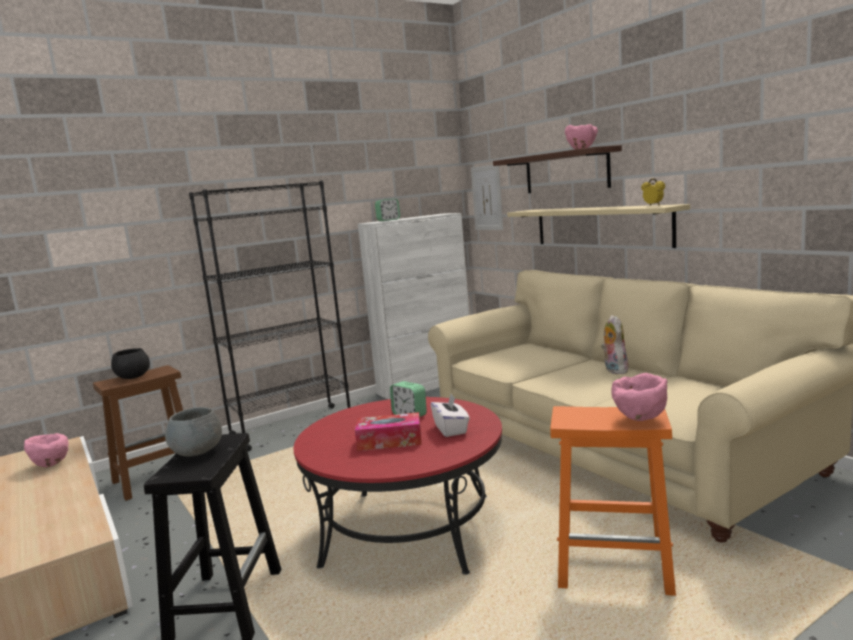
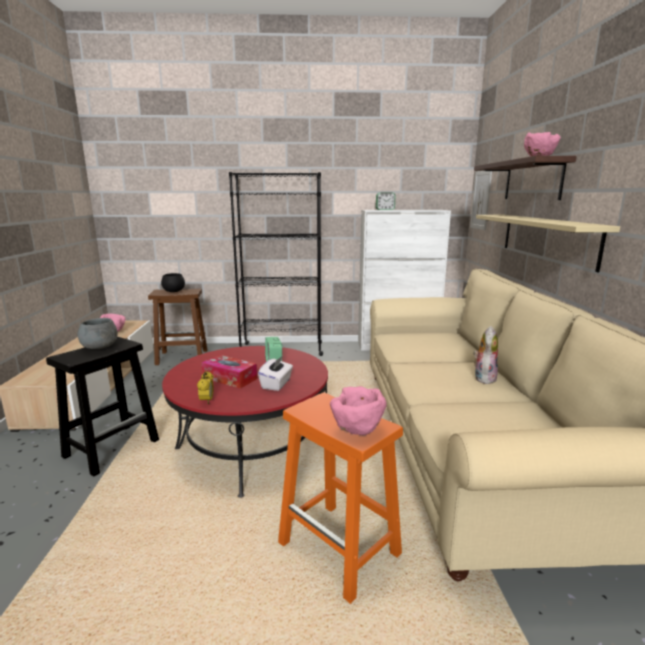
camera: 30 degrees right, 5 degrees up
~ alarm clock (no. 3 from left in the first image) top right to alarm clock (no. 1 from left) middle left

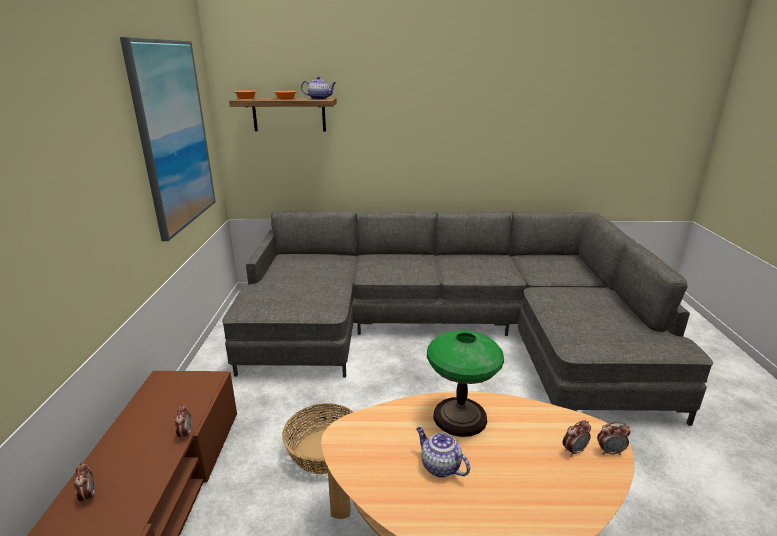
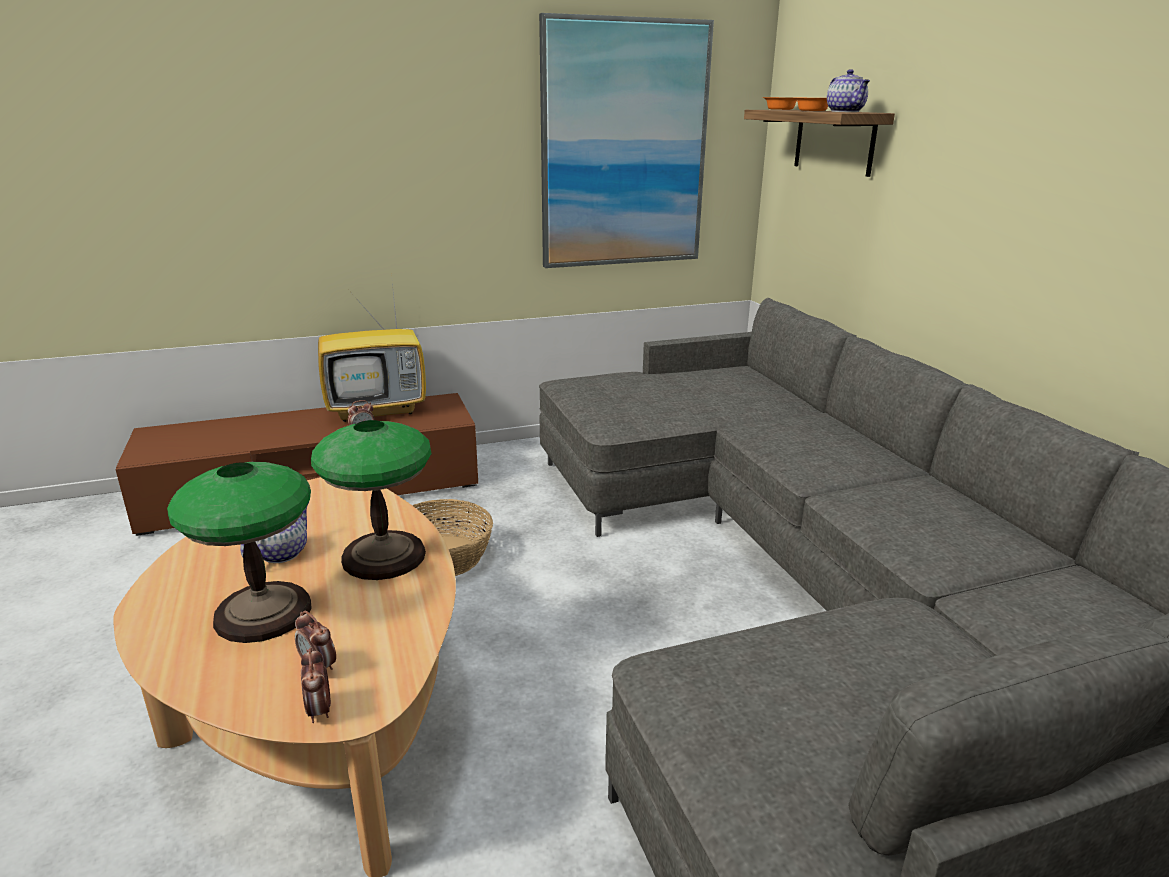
camera: 70 degrees right, 0 degrees up
+ table lamp (no. 1 from left) middle left
+ television middle left
- alarm clock (no. 1 from left) bottom left

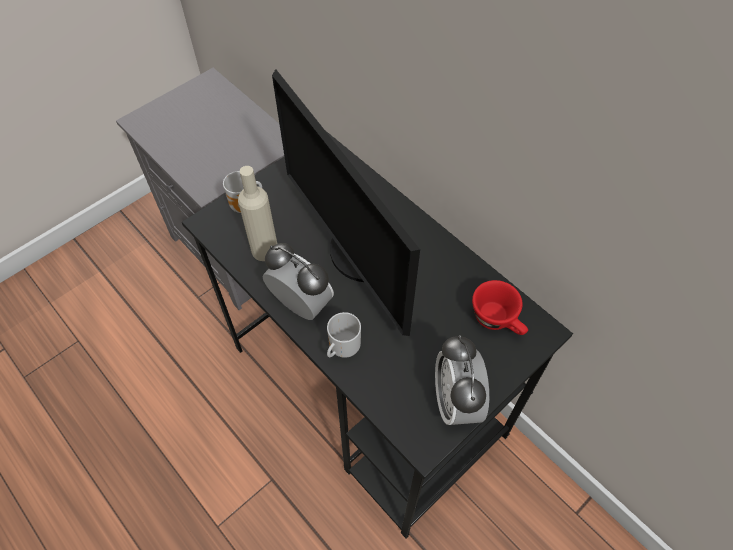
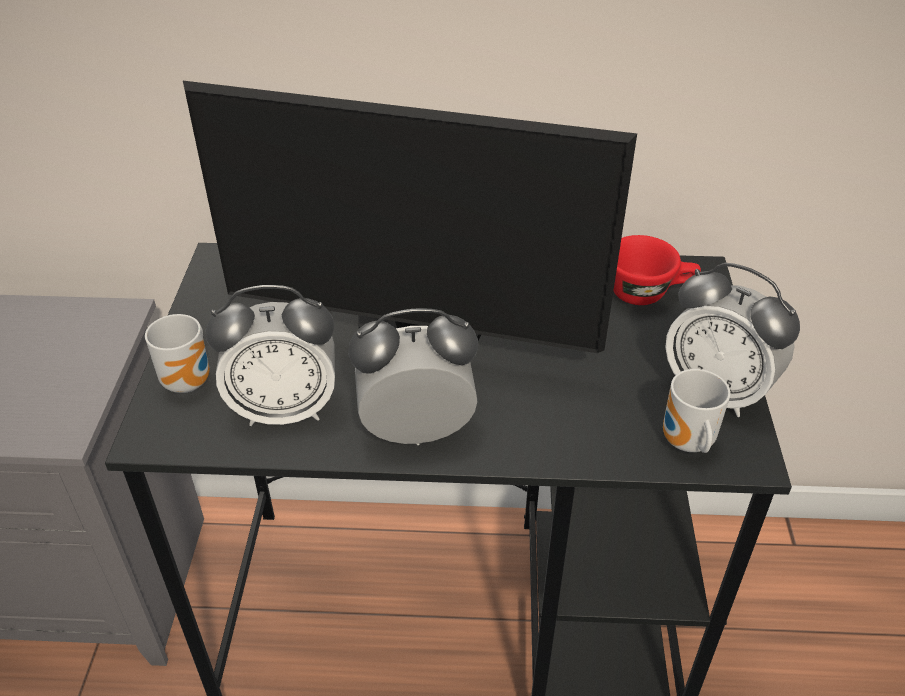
camera: 45 degrees left, 15 degrees down
~ beige bottle centre to alarm clock (no. 1 from left) middle left
~ mug (no. 2 from left) centre to middle right

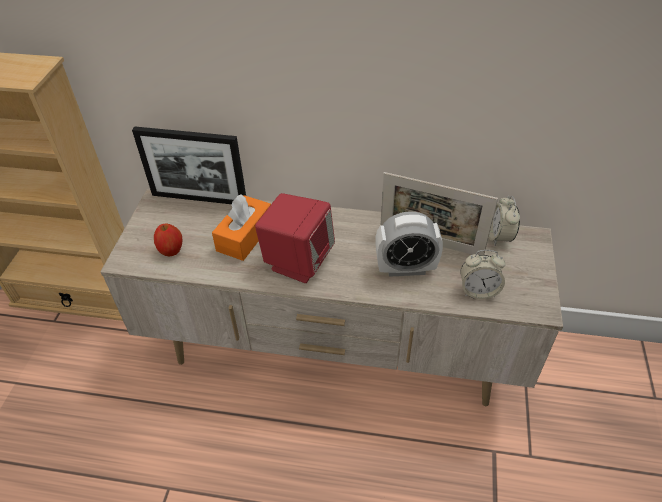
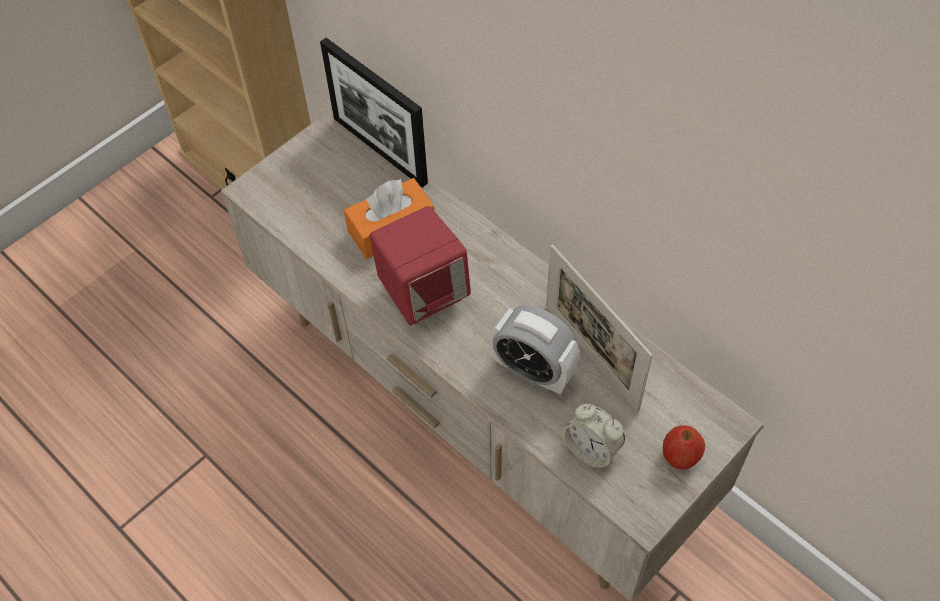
camera: 35 degrees right, 10 degrees up
~ apple middle left to bottom right
- alarm clock (no. 3 from left) middle right

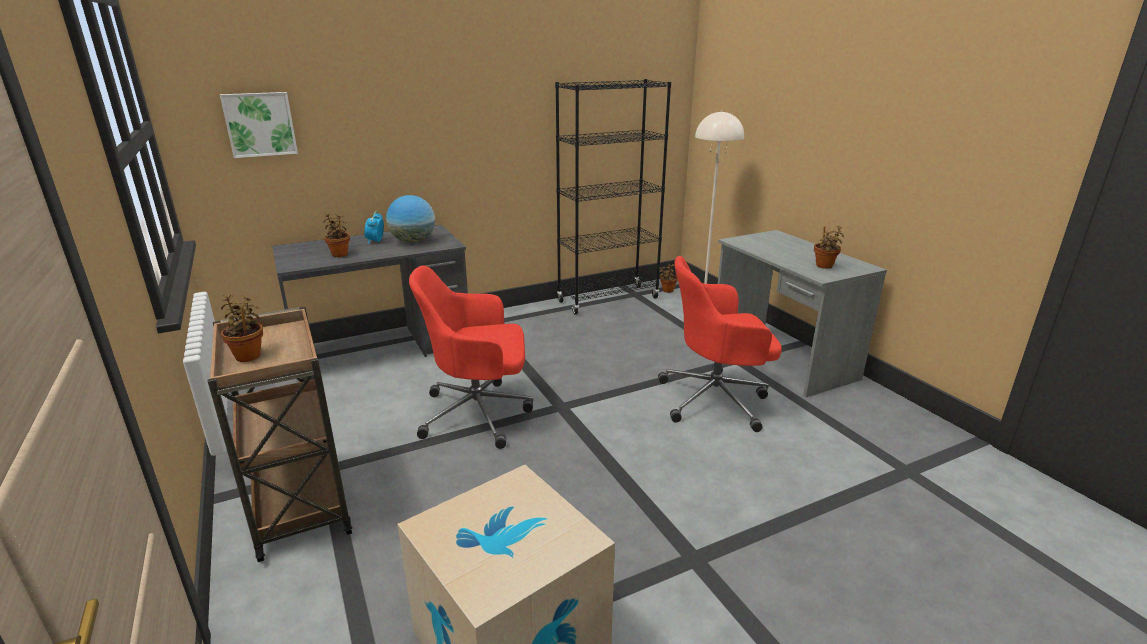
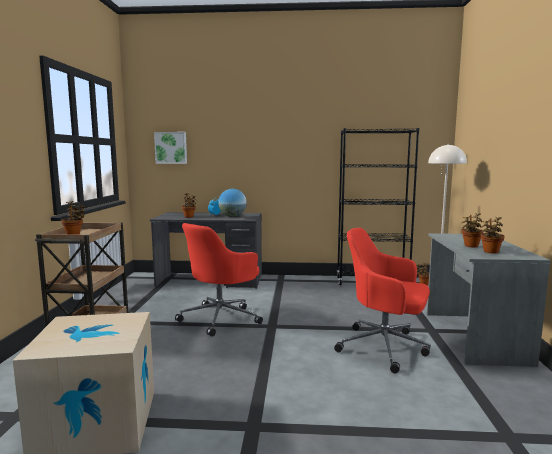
camera: 30 degrees right, 15 degrees down
~ red office chair (no. 1 from left) centre = centre 75 degrees counterclockwise
+ potted plant (no. 4 from left) middle right

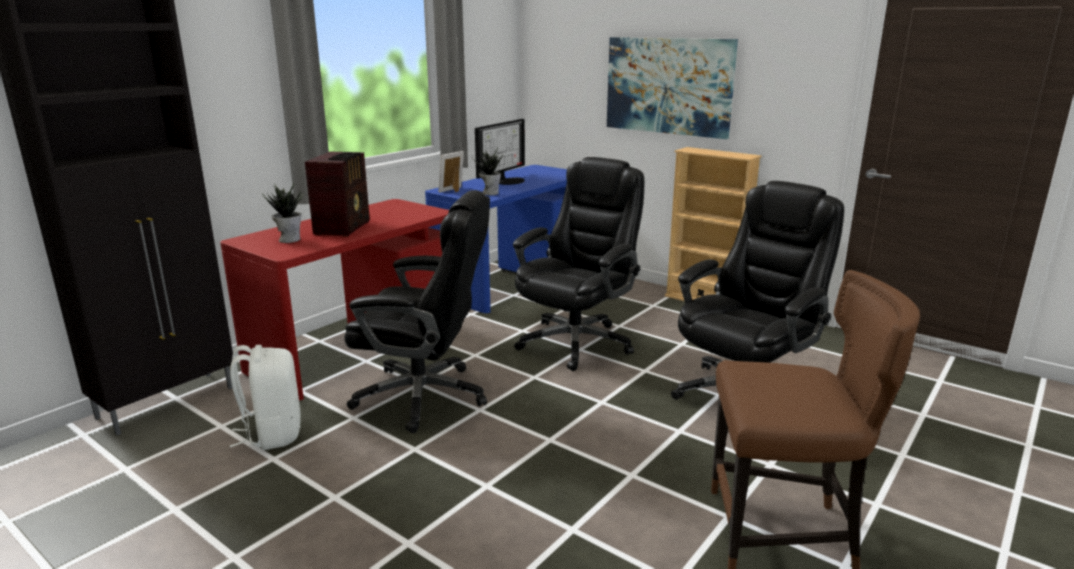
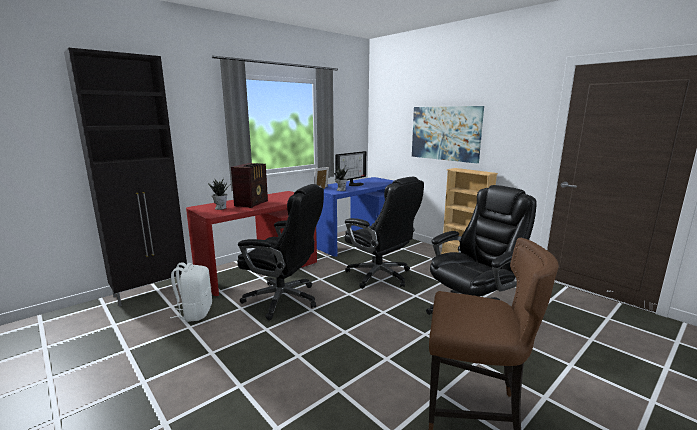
camera: 10 degrees right, 5 degrees down
~ black office chair (no. 2 from left) centre = centre 90 degrees clockwise

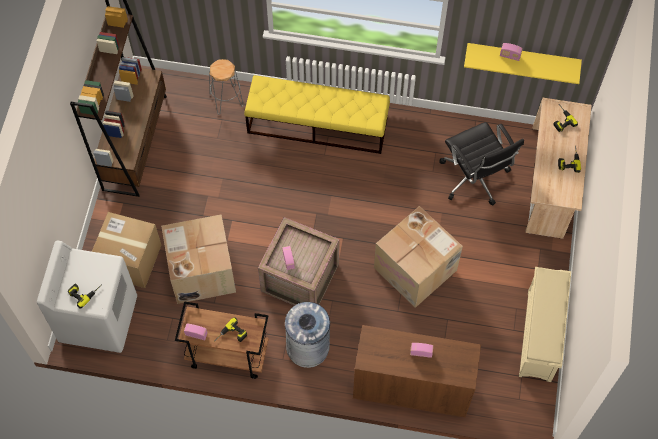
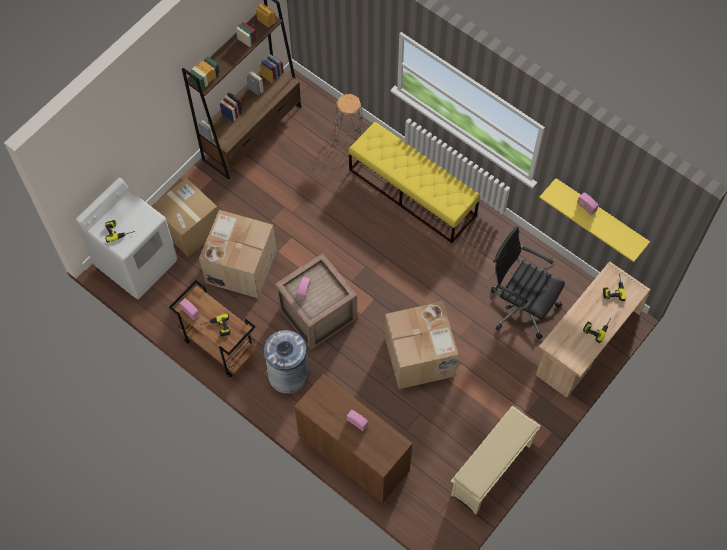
camera: 30 degrees right, 0 degrees up
~ black office chair middle right = middle right 120 degrees clockwise

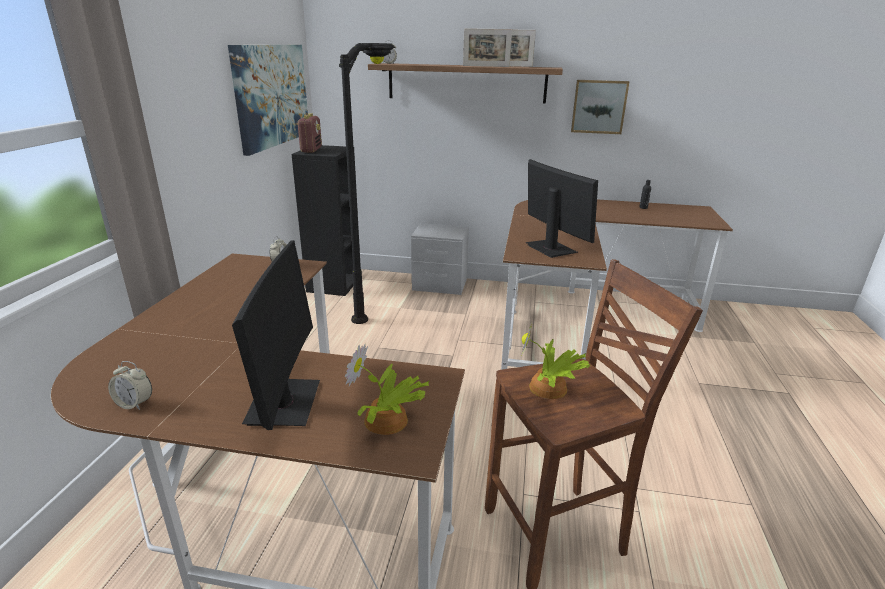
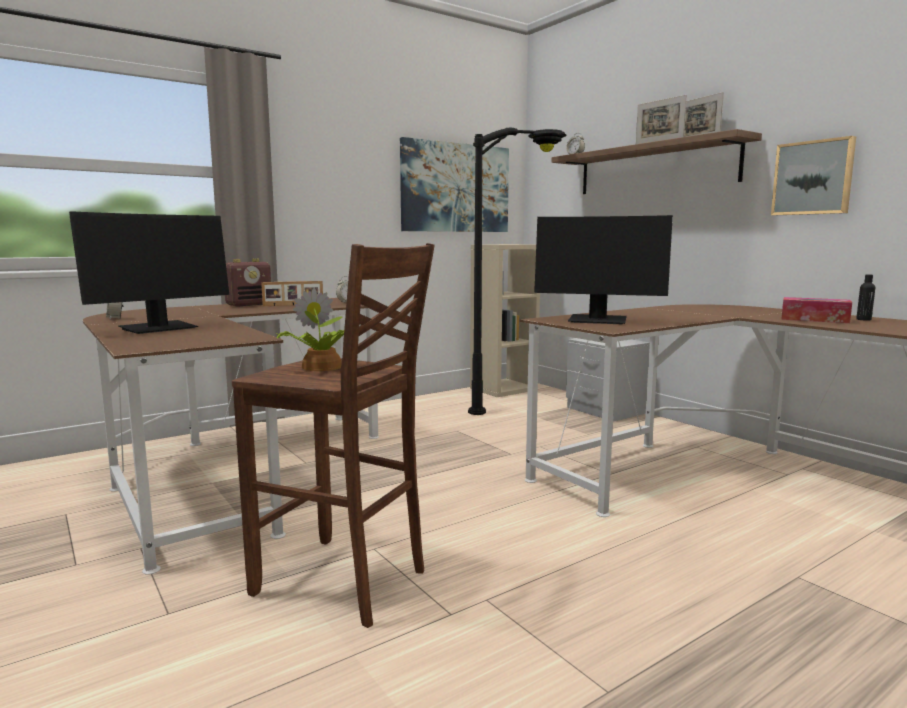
camera: 45 degrees right, 15 degrees down
~ radio top centre to middle left
+ picture frame (no. 1 from left) middle left
~ black bookcase centre to beige bookcase centre
~ monitor (no. 2 from left) centre = centre 90 degrees clockwise
+ tissue box middle right
- potted plant (no. 1 from left) centre

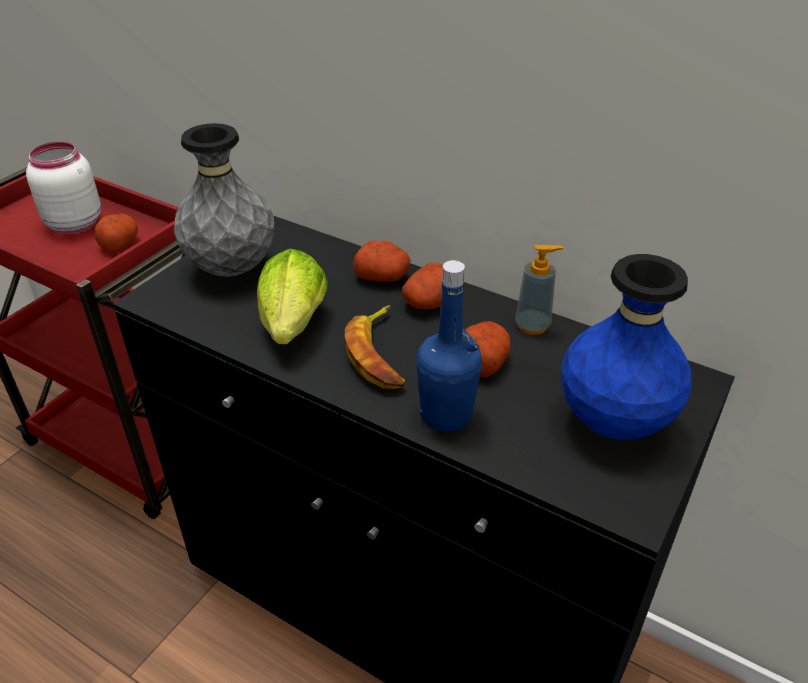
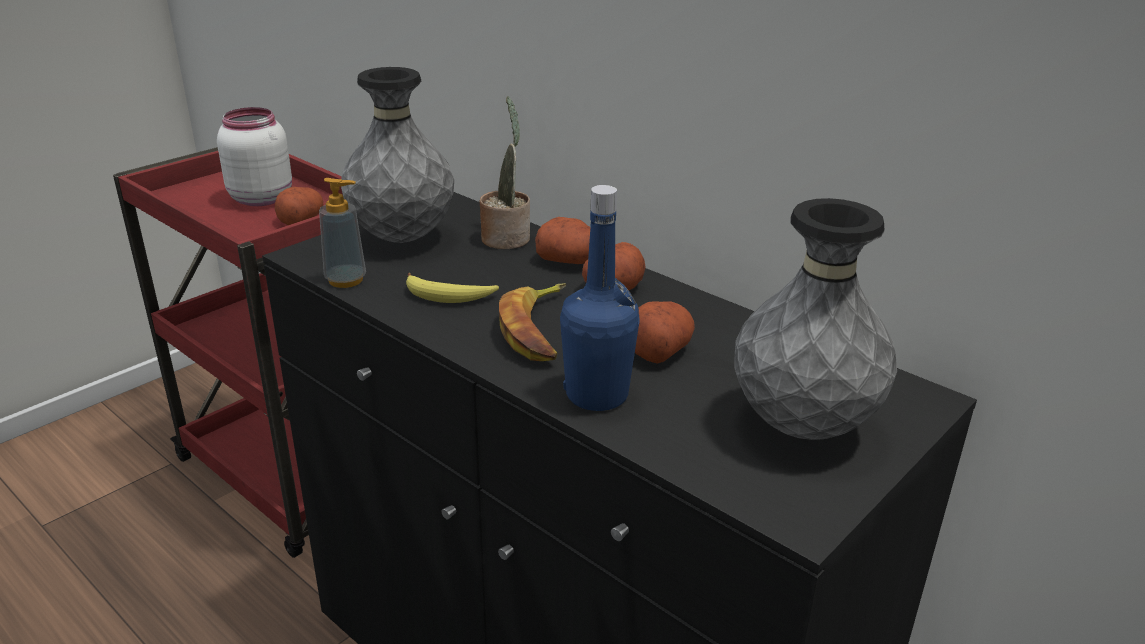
camera: 10 degrees right, 10 degrees down
~ soap dispenser middle right to middle left
~ lettuce centre to banana (no. 1 from left) centre
+ potted plant top centre
~ blue vase middle right to grey vase (no. 2 from left) middle right

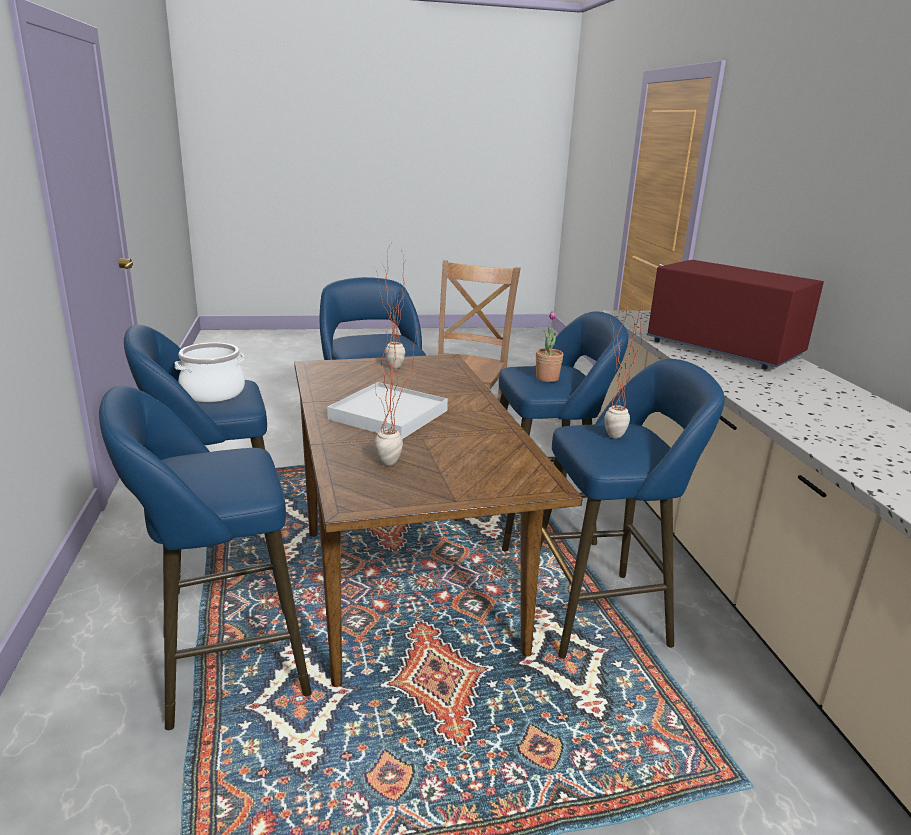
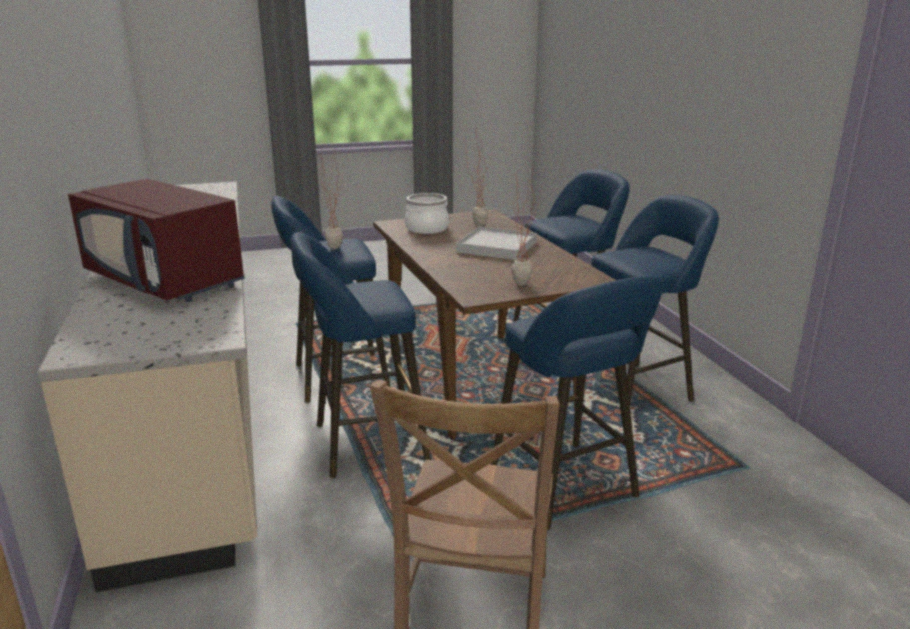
camera: 175 degrees right, 0 degrees up
~ cooking pot middle left to centre
- potted plant (no. 3 from left) centre

